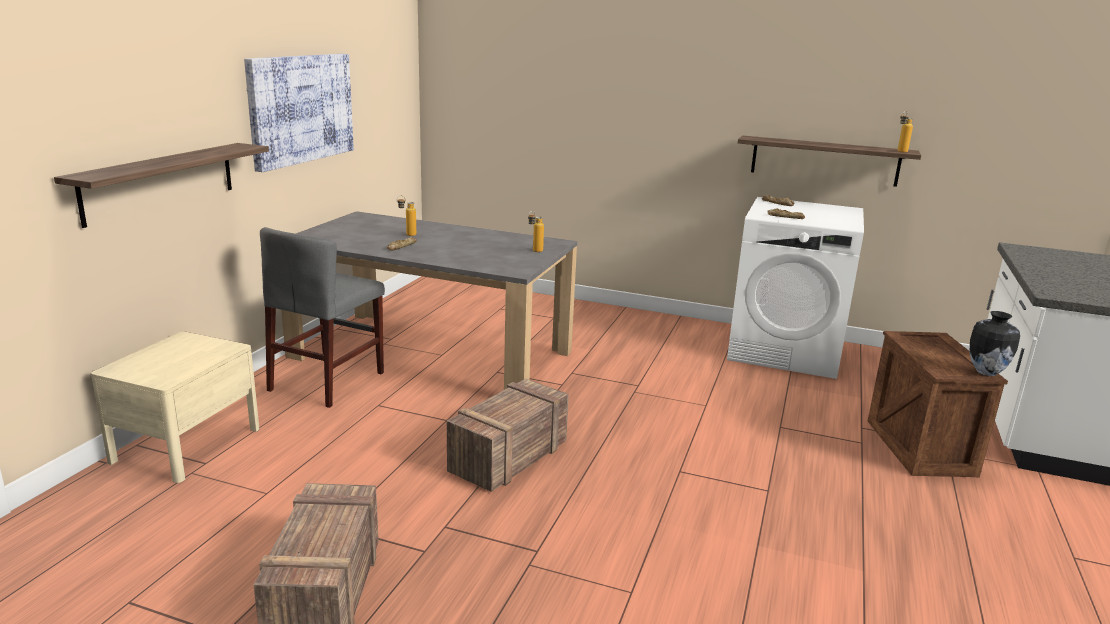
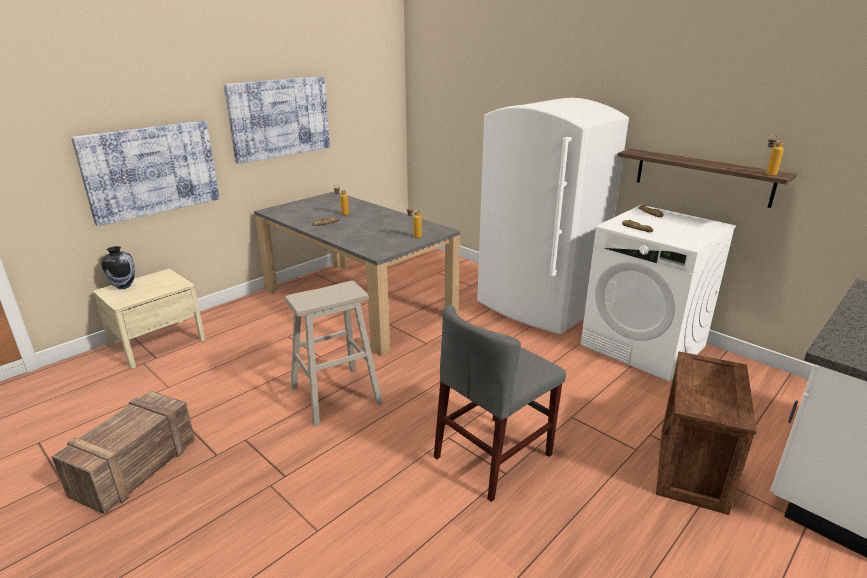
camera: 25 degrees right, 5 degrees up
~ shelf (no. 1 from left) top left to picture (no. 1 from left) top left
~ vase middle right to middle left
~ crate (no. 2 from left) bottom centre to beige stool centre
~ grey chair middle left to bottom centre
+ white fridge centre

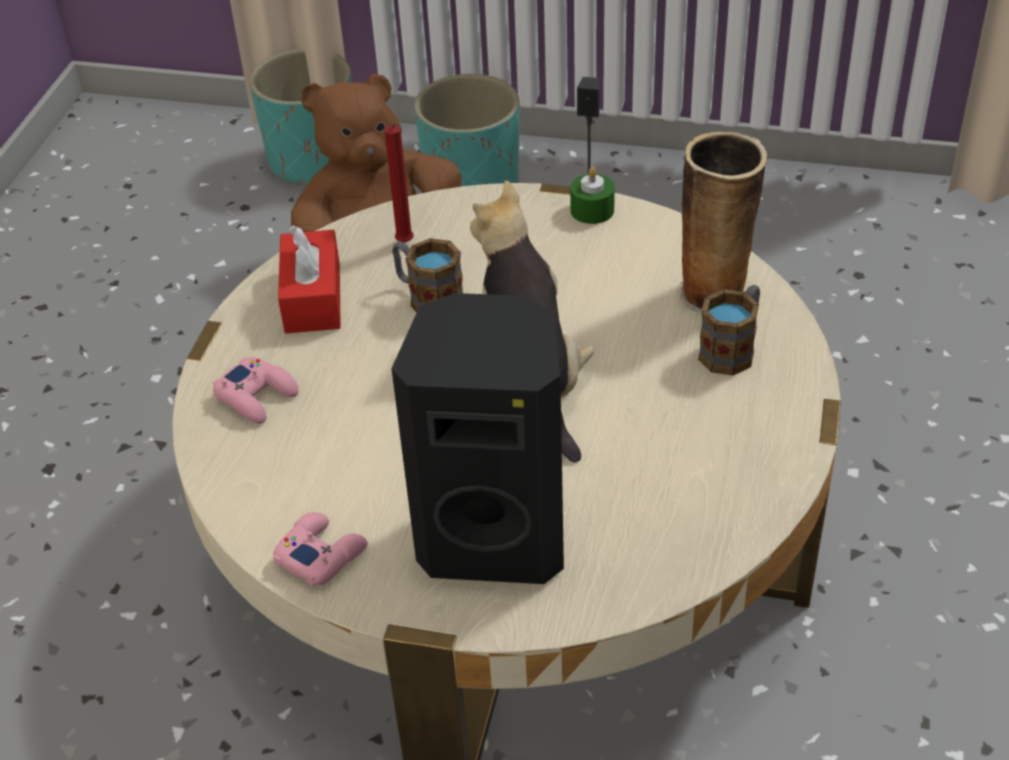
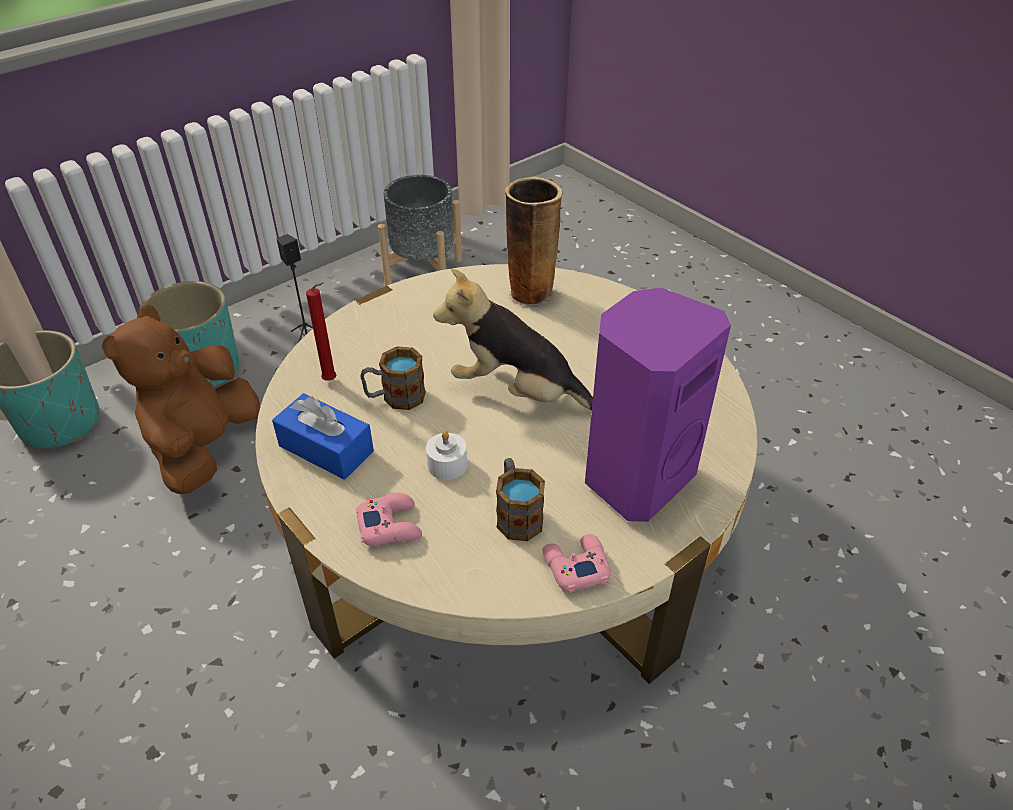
camera: 55 degrees left, 0 degrees up
~ red tissue box middle left to blue tissue box middle left
+ grey planter top centre
+ white candle centre
~ mug (no. 2 from left) middle right to centre
~ black speaker (no. 1 from left) centre to purple speaker centre
- green candle top centre

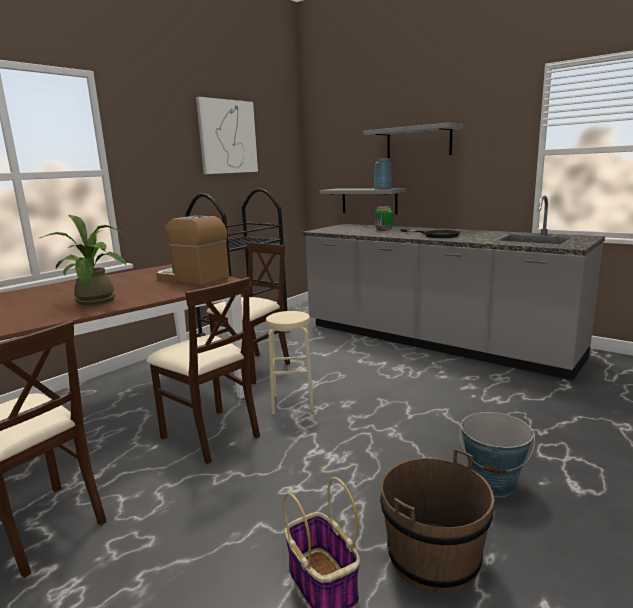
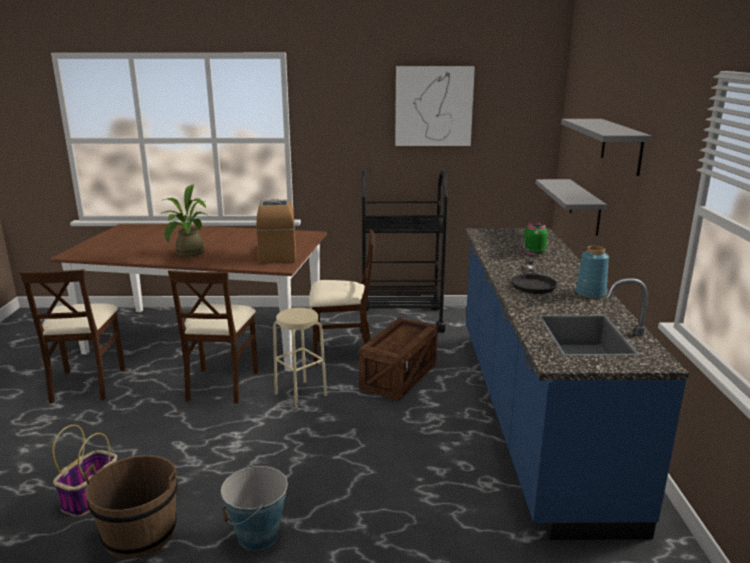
camera: 50 degrees right, 5 degrees up
+ crate centre
~ grey counter middle right to blue counter bottom right
~ blue vase top centre to middle right

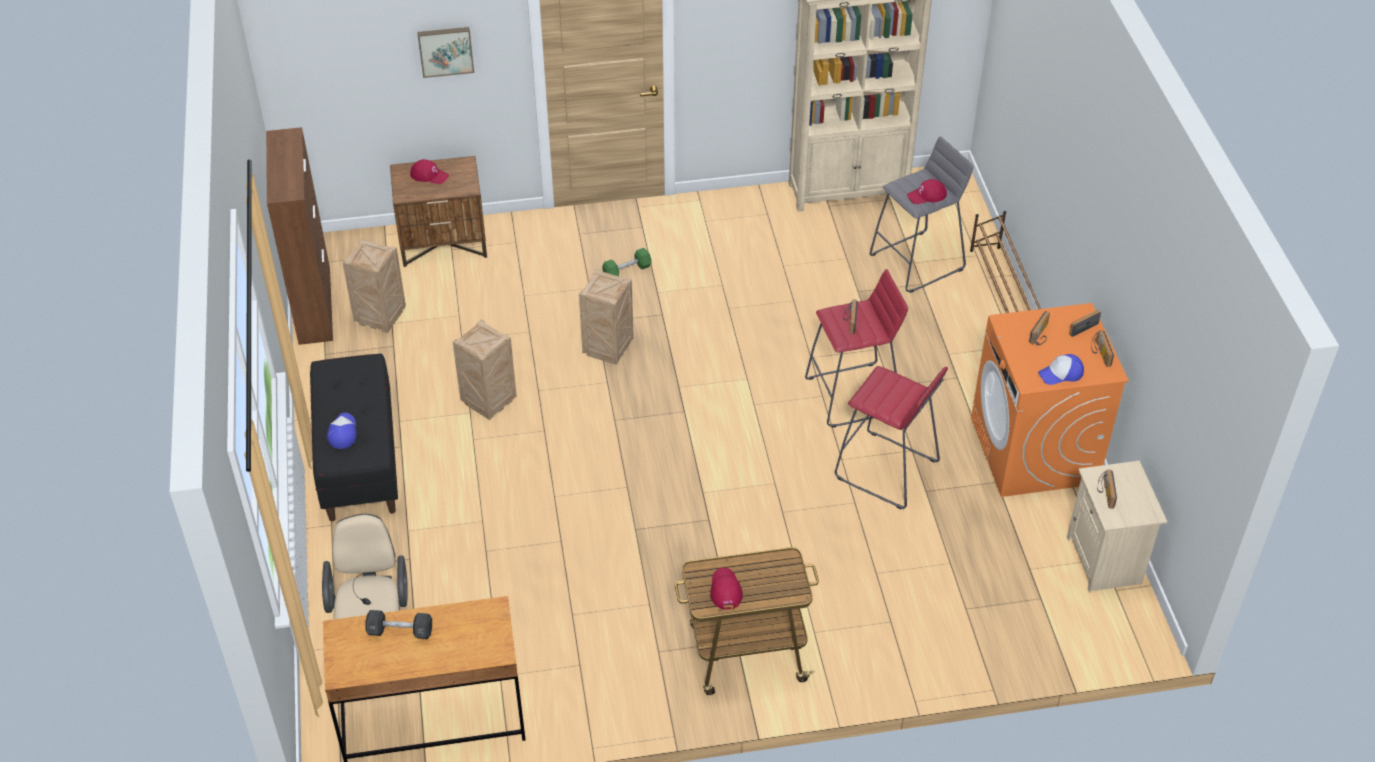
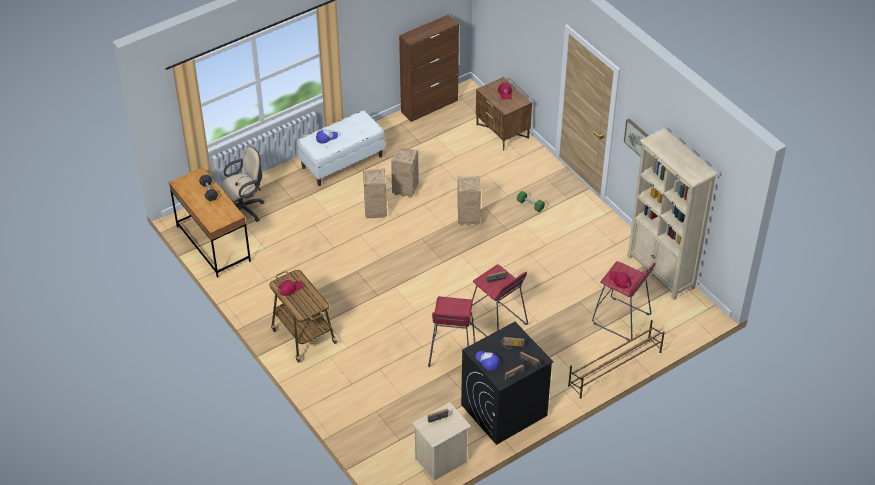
camera: 65 degrees right, 0 degrees up
~ black bench middle left to white bench top centre
~ crate (no. 1 from left) middle left to centre
~ orange washing machine middle right to black washing machine bottom centre
~ grey stool top right to red stool (no. 3 from left) middle right
~ picture top left to top right

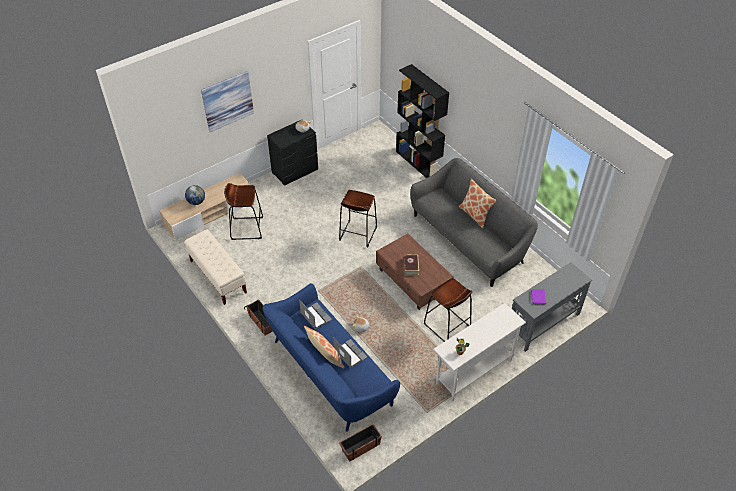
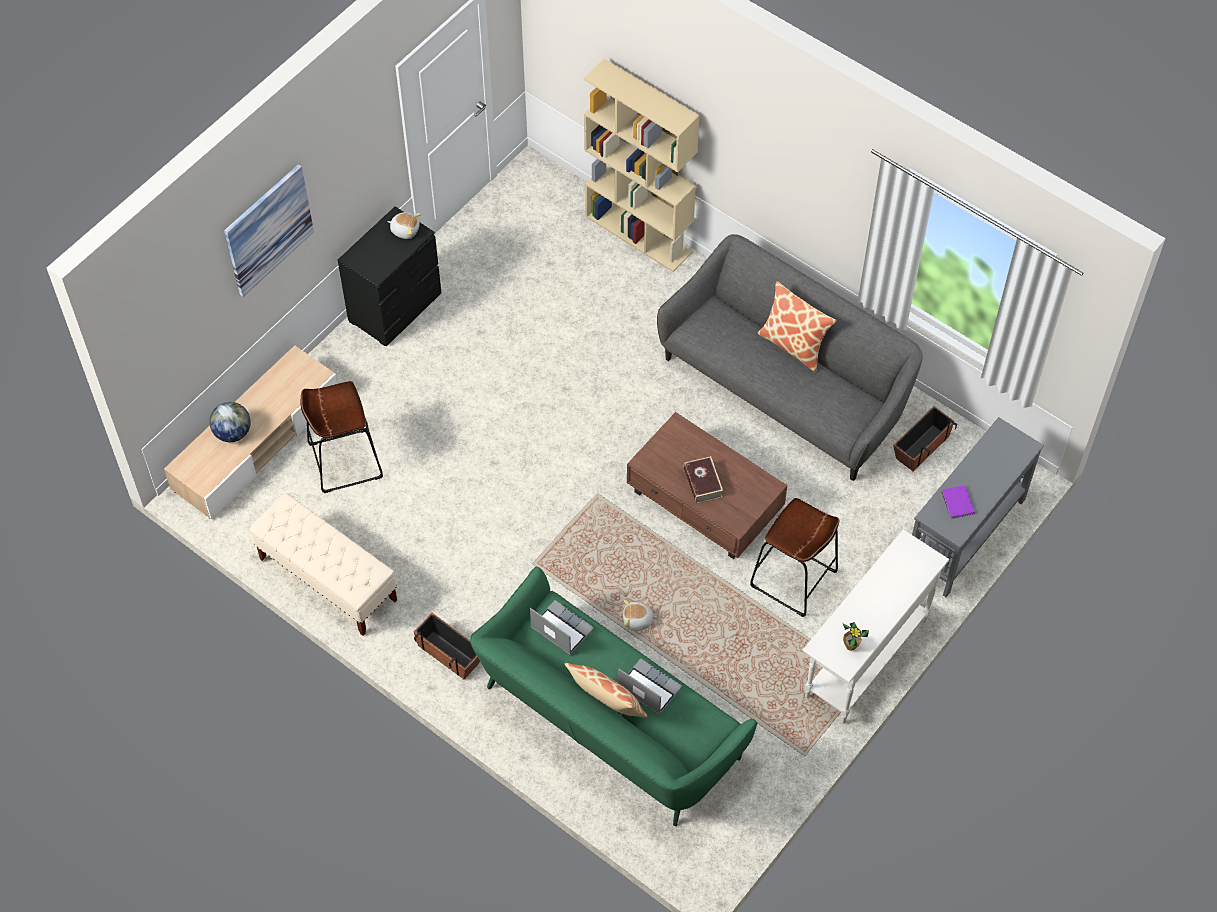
camera: 15 degrees left, 10 degrees up
~ blue sofa bottom centre to green sofa bottom centre
~ black bookcase top centre to beige bookcase top centre
~ planter (no. 2 from left) bottom centre to middle right
- brown stool (no. 2 from left) centre

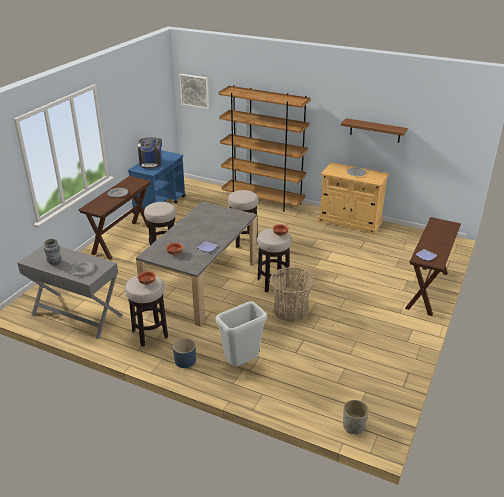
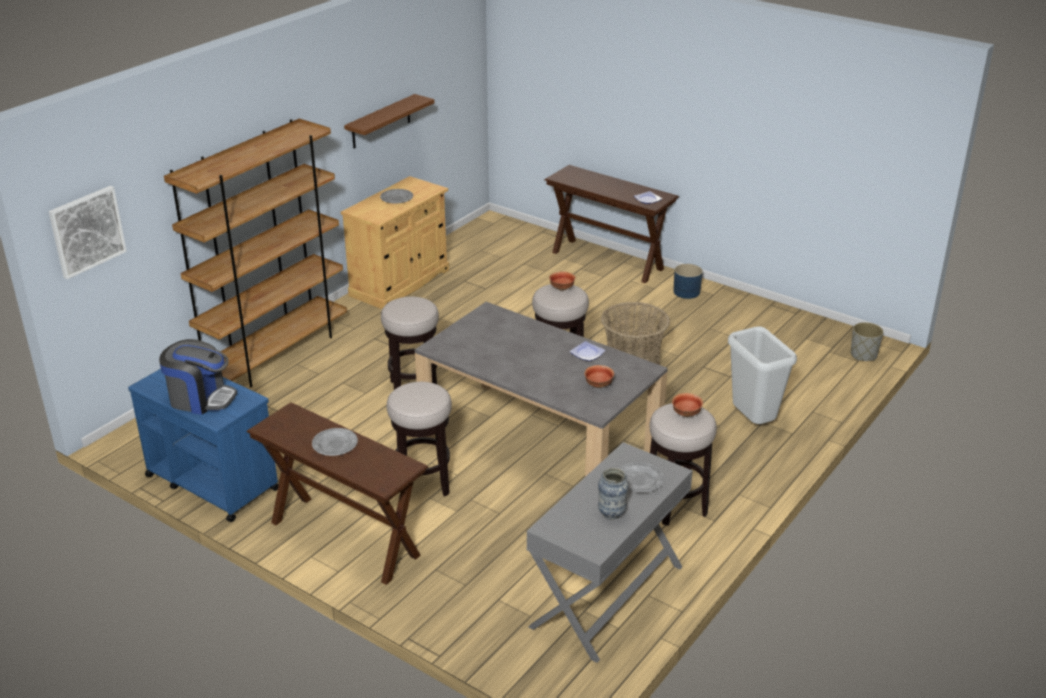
camera: 80 degrees left, 0 degrees up
~ blue planter bottom centre to centre

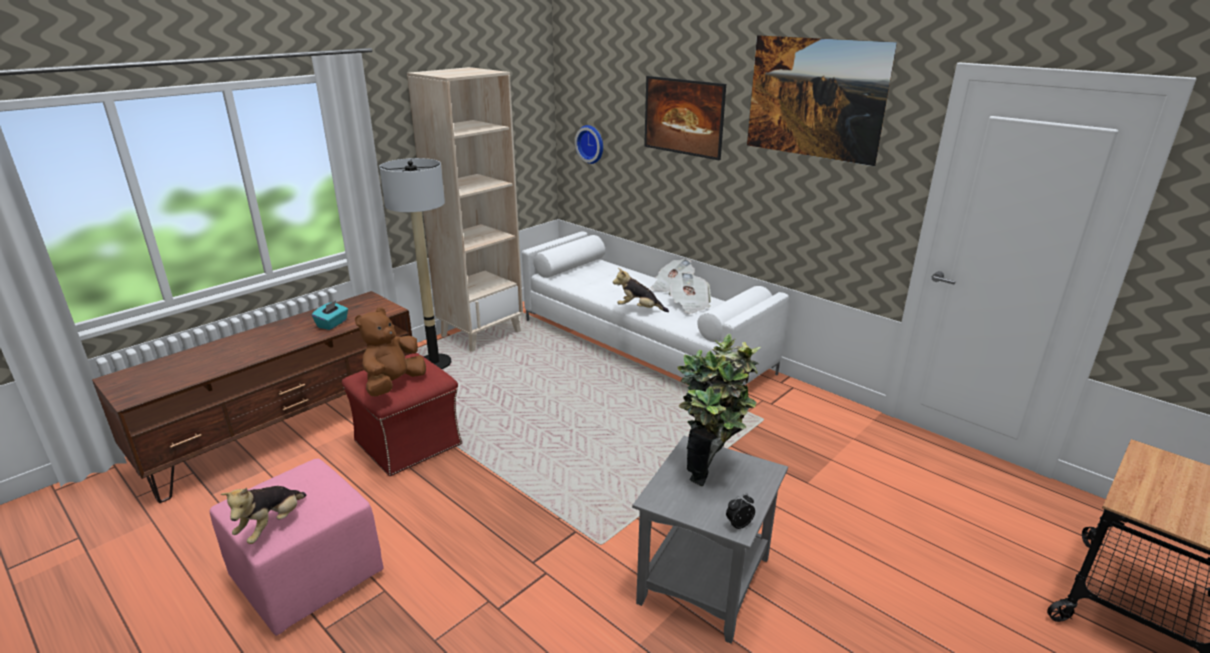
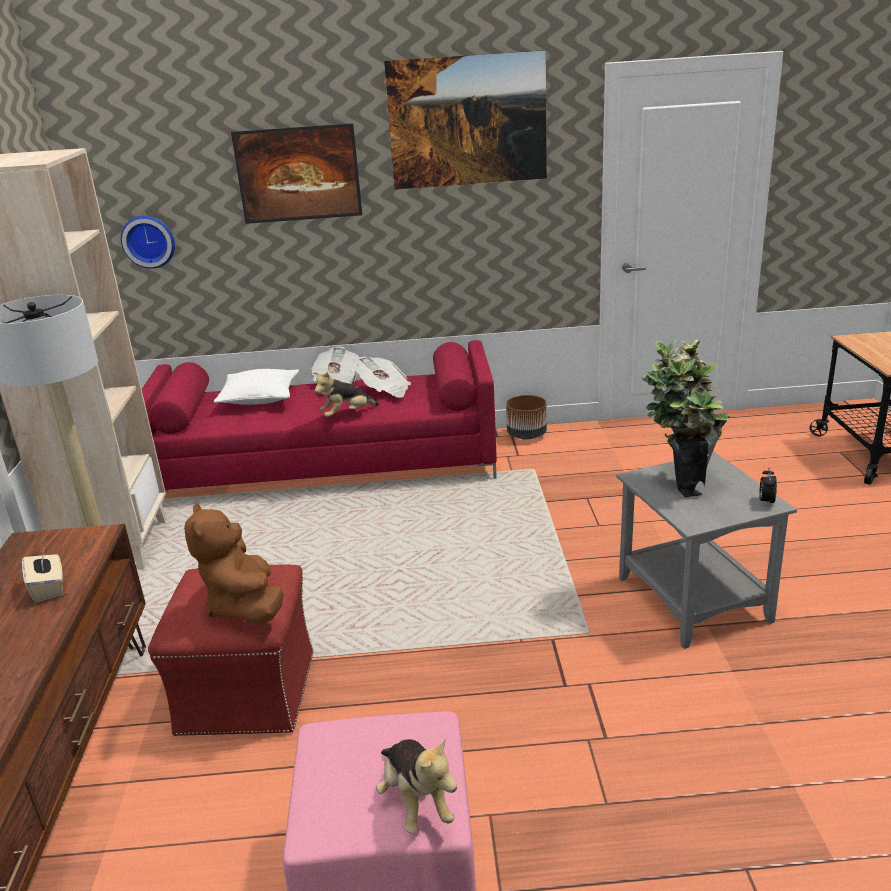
camera: 45 degrees left, 0 degrees up
~ turquoise tissue box middle left to beige tissue box middle left
~ white sofa centre to red sofa centre
+ white pillow middle left
+ brown planter centre

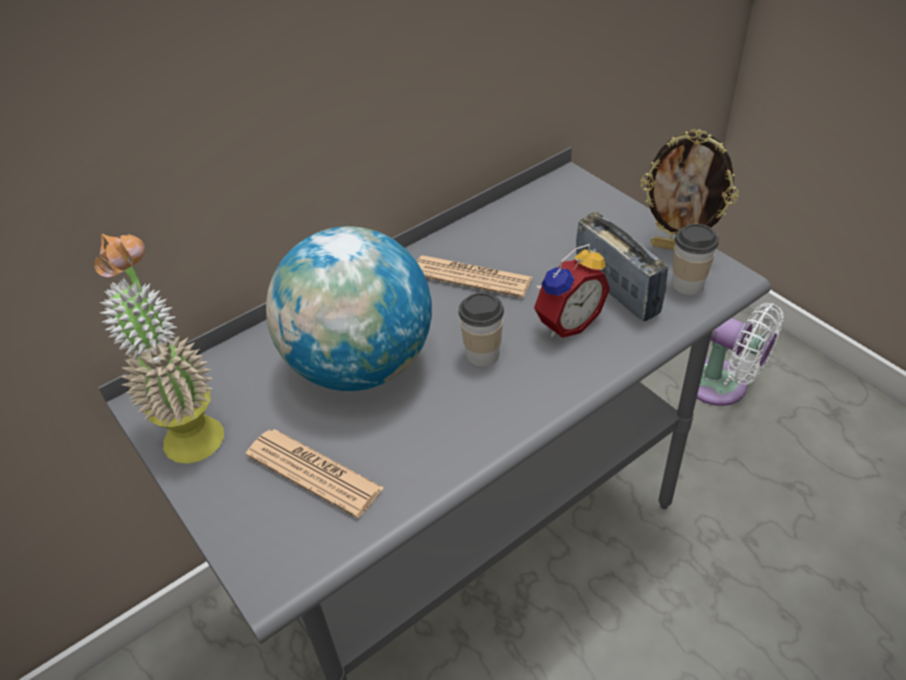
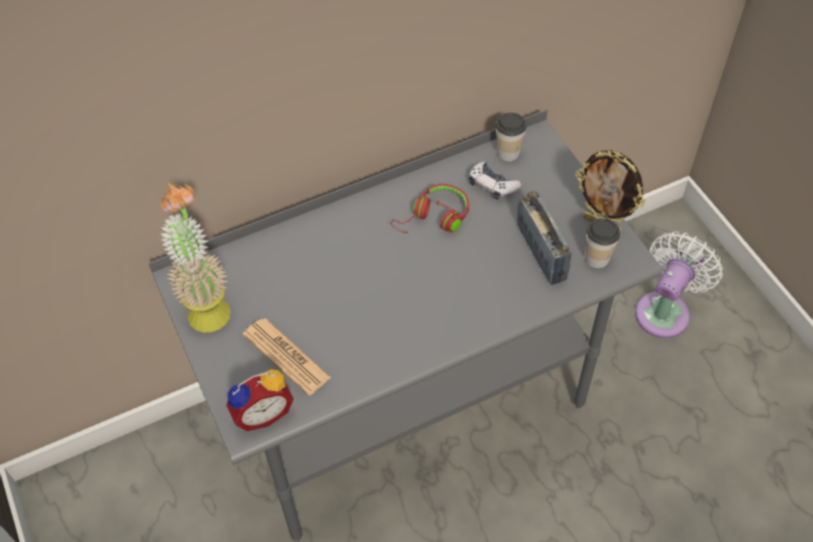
camera: 10 degrees right, 10 degrees up
~ alarm clock centre to bottom left
~ newspaper (no. 2 from left) centre to red headphones centre
+ game controller centre
~ cup (no. 1 from left) centre to top centre
~ white fan middle right = middle right 105 degrees counterclockwise
- globe centre

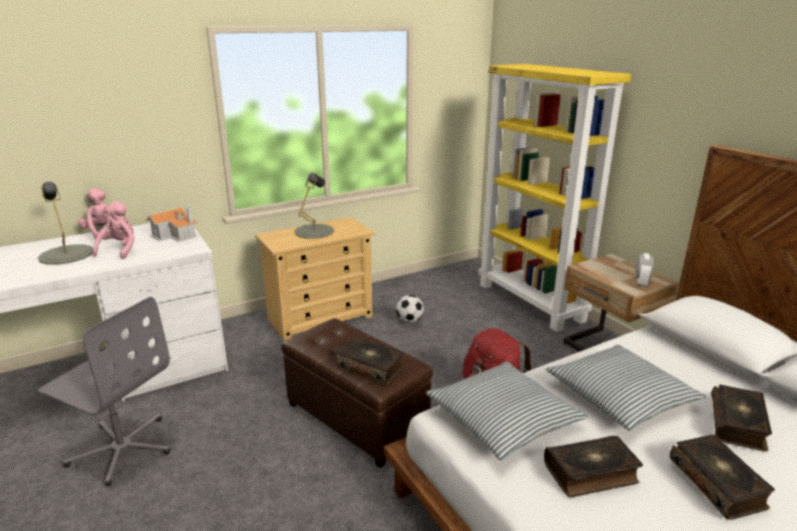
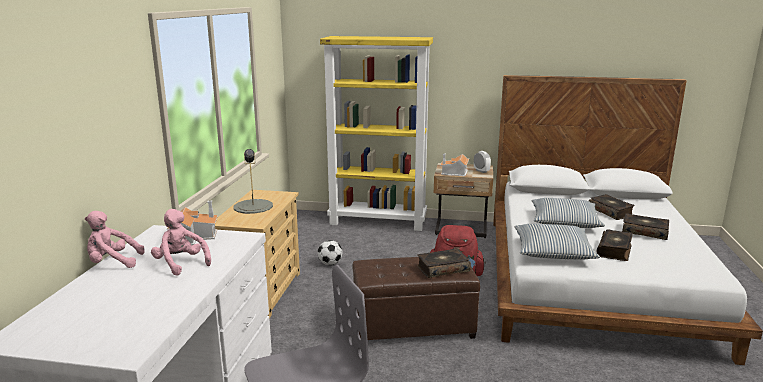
camera: 50 degrees left, 5 degrees down
+ toy house (no. 2 from left) centre
- grey table lamp (no. 1 from left) middle left

